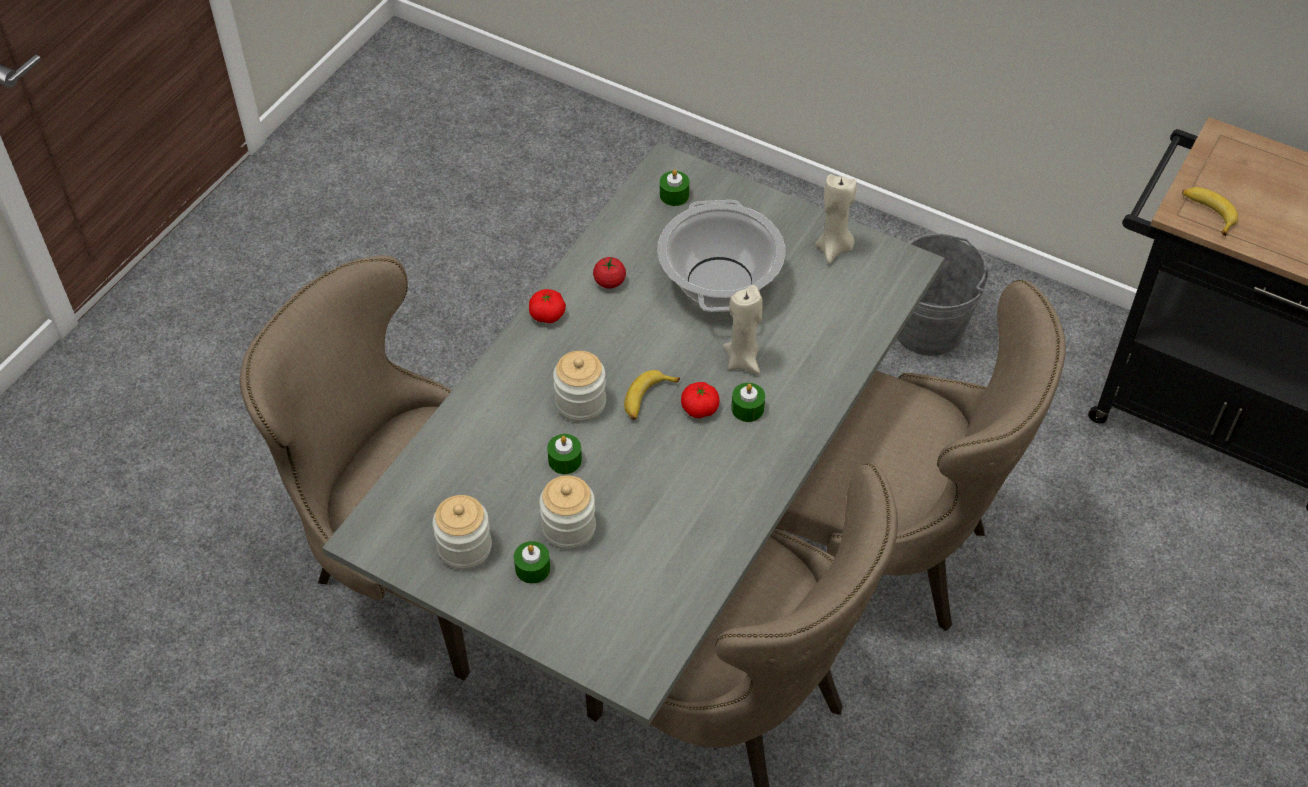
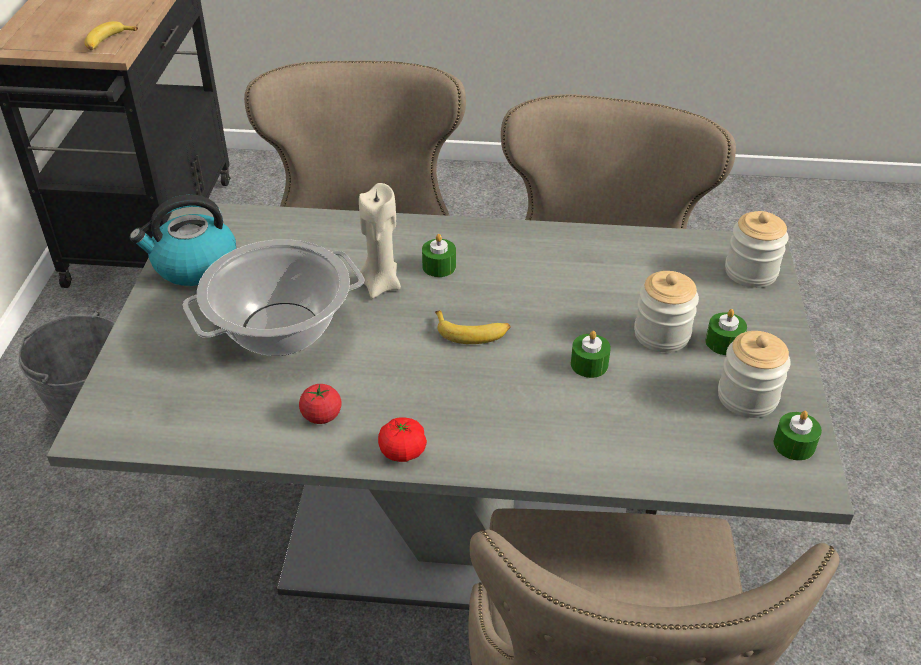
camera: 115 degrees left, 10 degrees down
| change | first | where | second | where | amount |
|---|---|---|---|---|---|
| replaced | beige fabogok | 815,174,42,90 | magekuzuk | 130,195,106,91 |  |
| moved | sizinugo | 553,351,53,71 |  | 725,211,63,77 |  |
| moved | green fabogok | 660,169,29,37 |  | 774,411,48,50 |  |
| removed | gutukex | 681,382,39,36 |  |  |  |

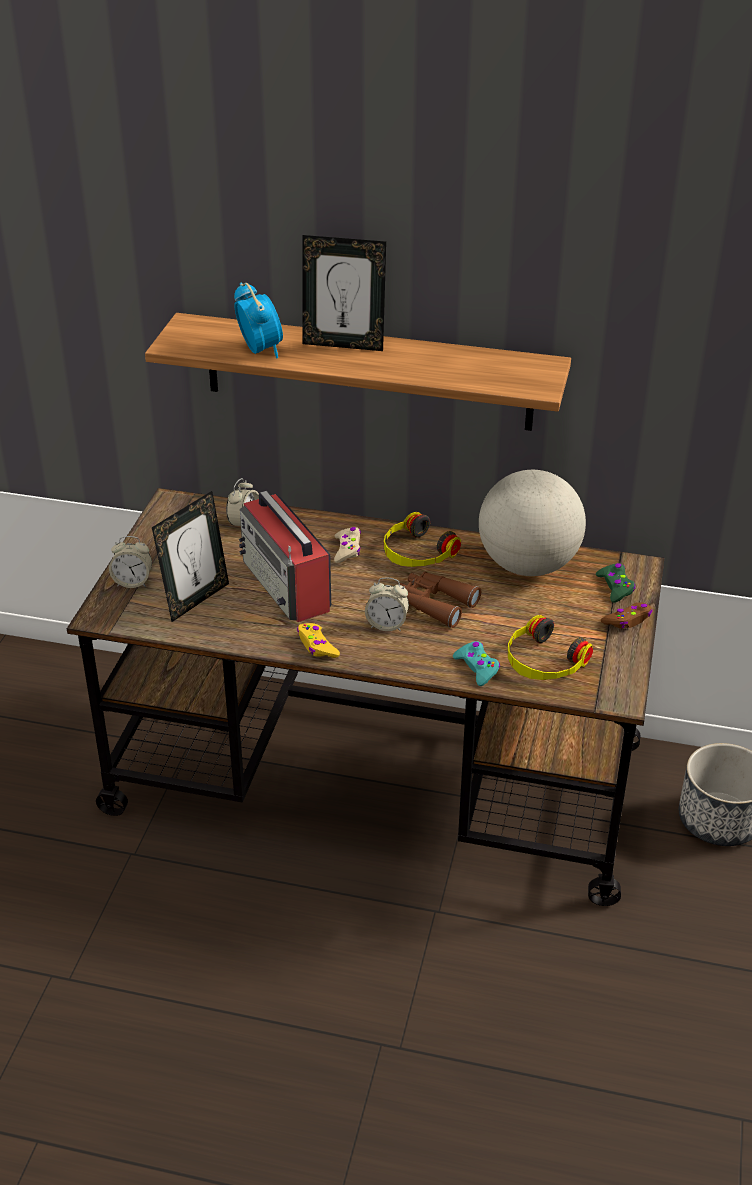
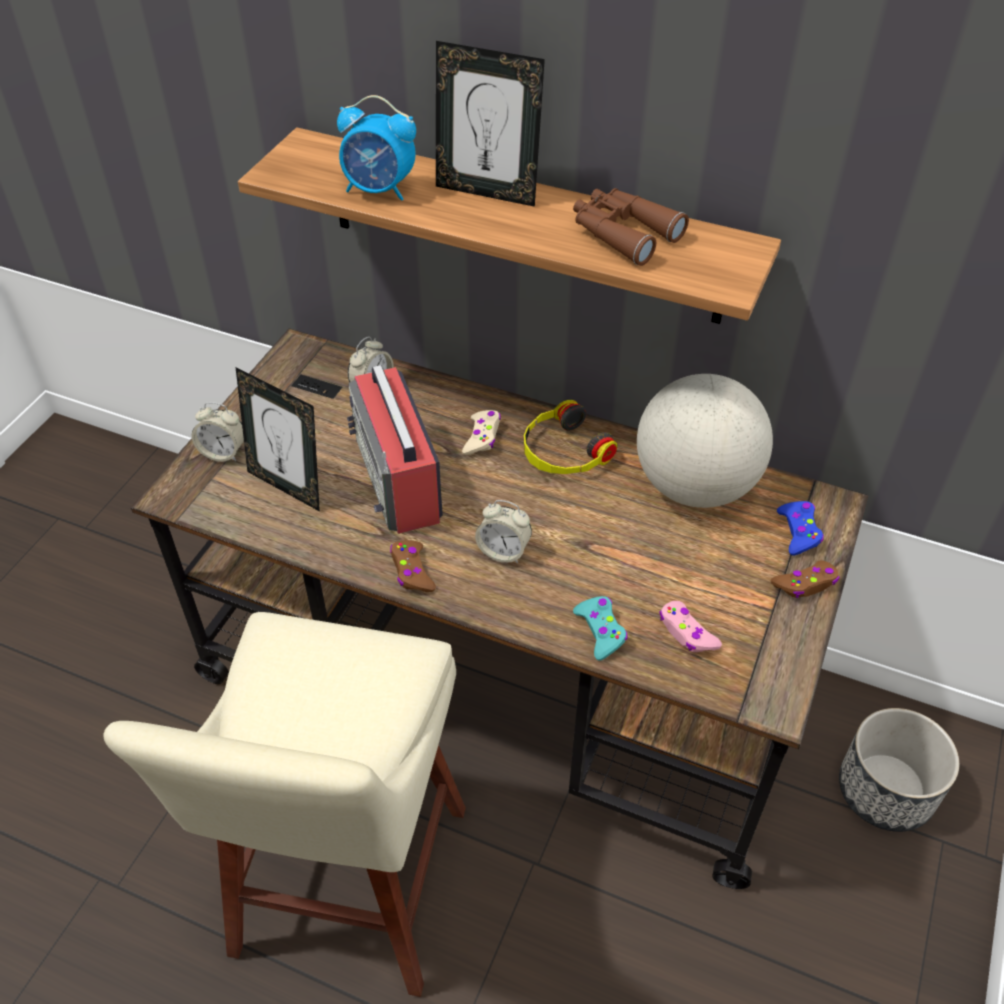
camera: 10 degrees right, 10 degrees up
| change | first | where | second | where | amount |
|---|---|---|---|---|---|
| added |  |  | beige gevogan | 103,612,363,385 |  |
| turned | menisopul | 152,491,77,131 |  | 236,367,84,145 | 75 degrees clockwise |
| turned | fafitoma | 234,283,49,76 |  | 337,95,79,106 | 120 degrees clockwise |
| recoloured | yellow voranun | 297,623,43,35 | brown voranun | 390,540,46,52 |  |
| moved | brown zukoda | 400,572,81,56 |  | 573,188,116,78 |  |
| replaced | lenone | 508,615,85,65 | pink voranun | 659,601,63,51 |  |
| recoloured | green voranun | 596,563,40,40 | blue voranun | 777,501,47,54 |  |

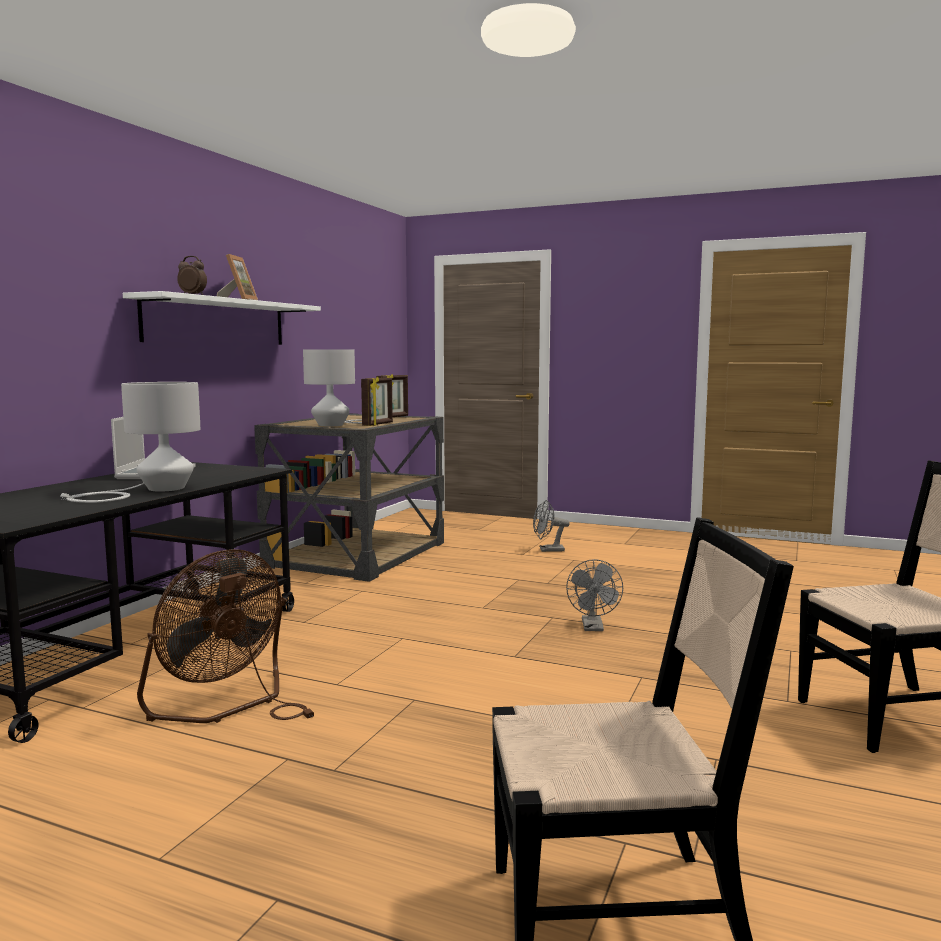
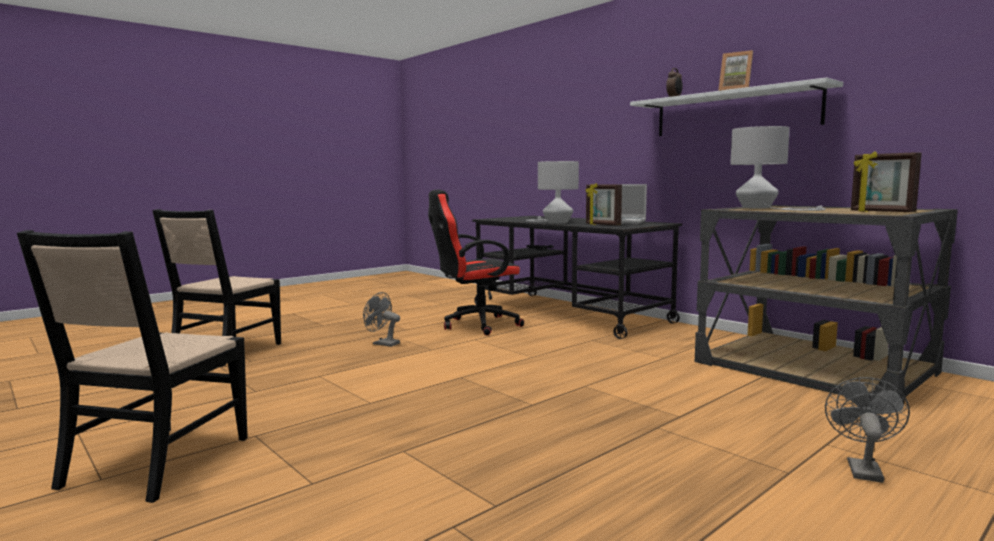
camera: 115 degrees right, 0 degrees up
| change | first | where | second | where | amount |
|---|---|---|---|---|---|
| moved | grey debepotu | 566,559,57,72 |  | 363,292,37,55 |  |
| replaced | brown debepotu | 137,549,177,174 | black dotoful | 428,190,96,145 |  |
| moved | menisopul | 361,377,32,49 |  | 586,183,36,42 |  |

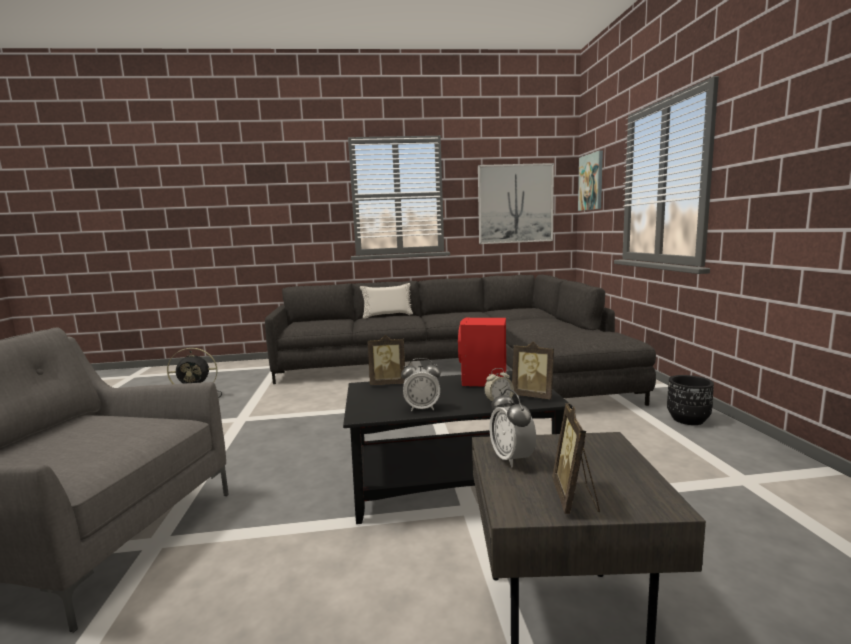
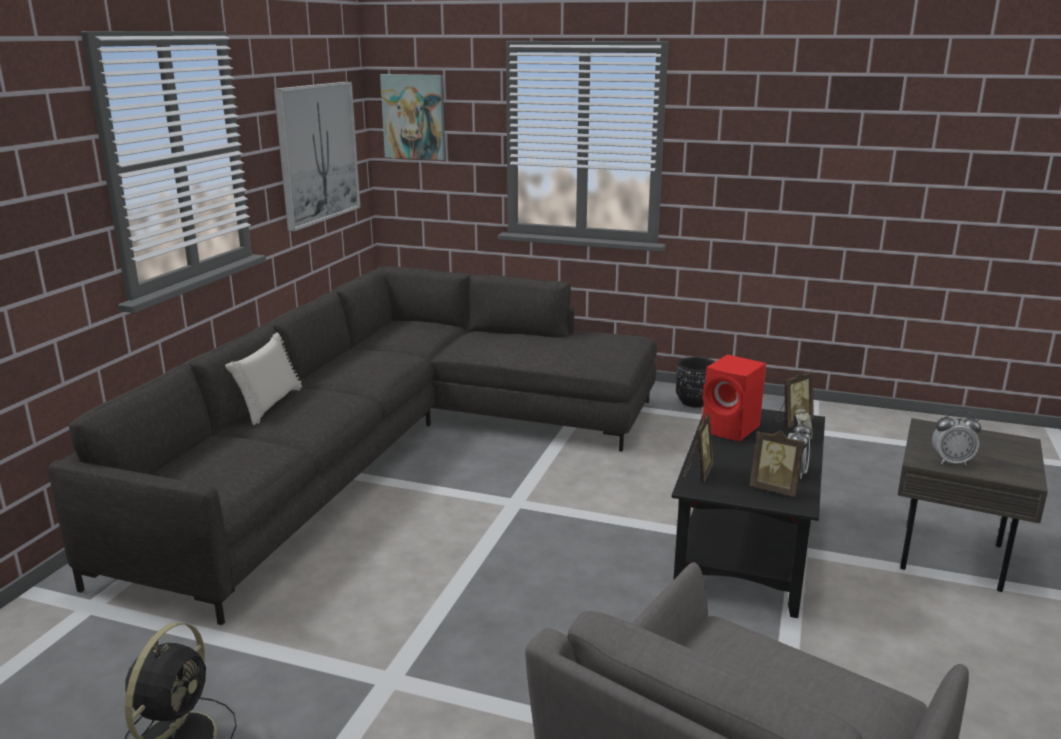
camera: 65 degrees left, 10 degrees up
| change | first | where | second | where | amount |
|---|---|---|---|---|---|
| moved | menisopul | 552,403,48,111 |  | 750,430,55,67 |  |

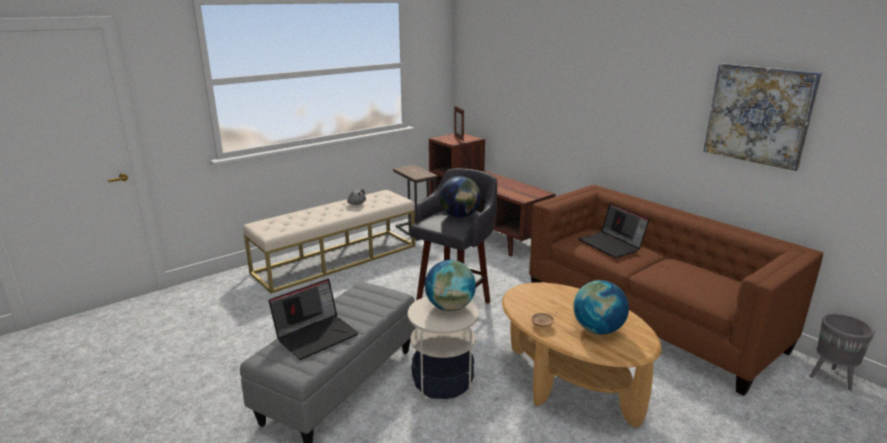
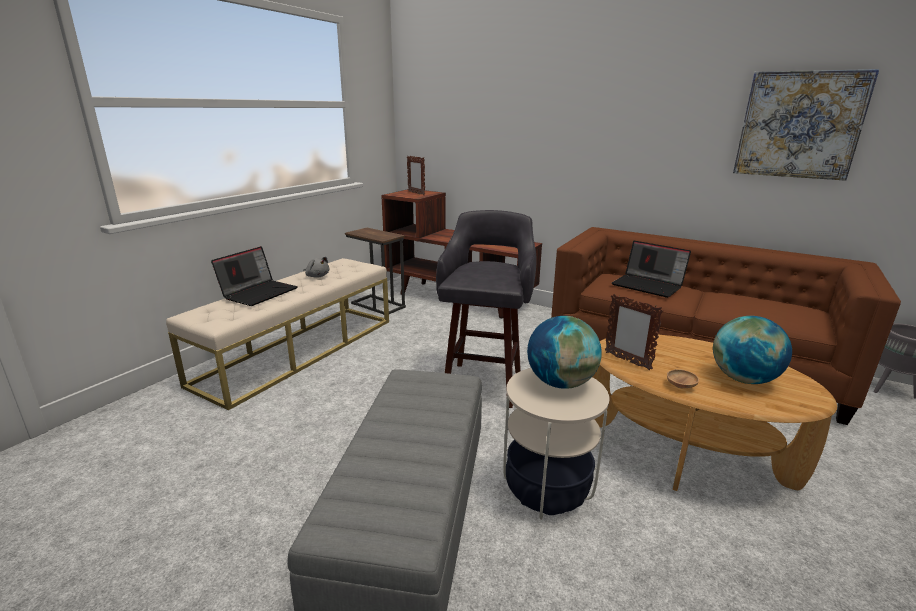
camera: 20 degrees left, 0 degrees up
| change | first | where | second | where | amount |
|---|---|---|---|---|---|
| moved | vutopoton | 268,279,91,81 |  | 211,246,87,60 |  |
| added |  |  | menisopul | 605,294,59,76 |  |
| removed | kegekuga | 439,176,42,42 |  |  |  |

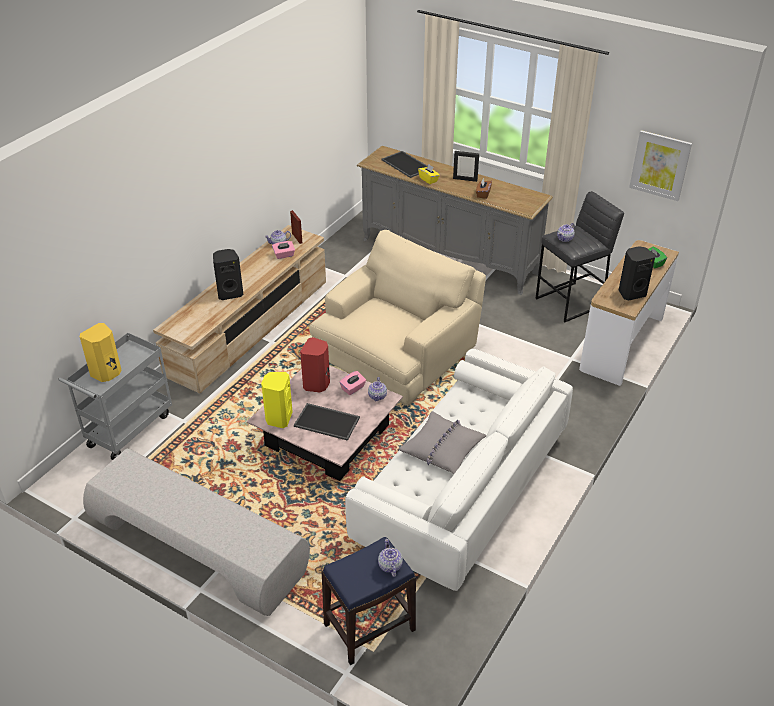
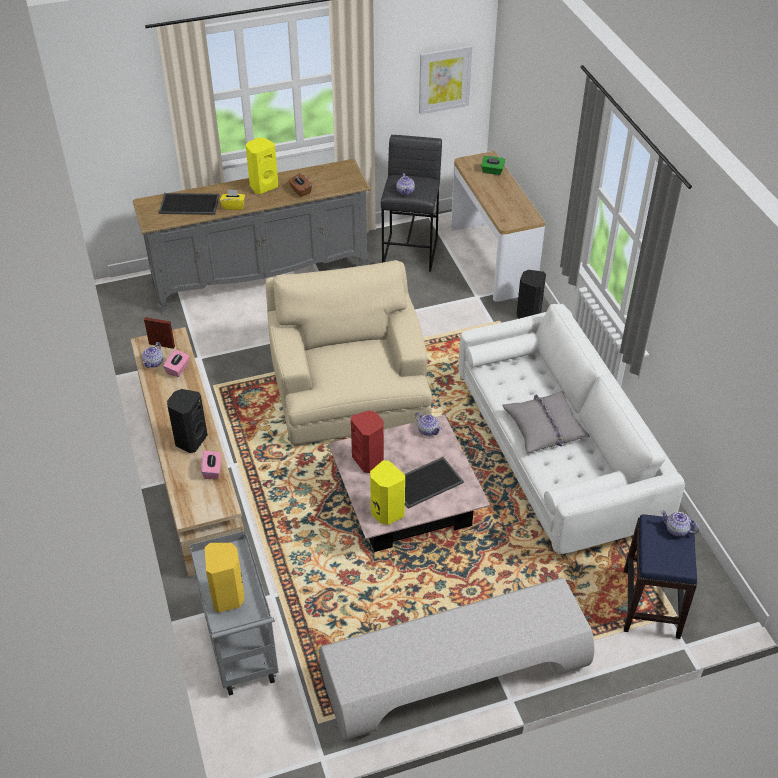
camera: 50 degrees left, 5 degrees up
| change | first | where | second | where | amount |
|---|---|---|---|---|---|
| moved | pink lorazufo | 340,371,26,24 |  | 201,450,20,29 |  |
| replaced | menisopul | 453,151,26,31 | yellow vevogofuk | 246,138,32,56 |  |
| moved | black vevogofuk | 619,246,37,55 |  | 516,270,30,49 |  |

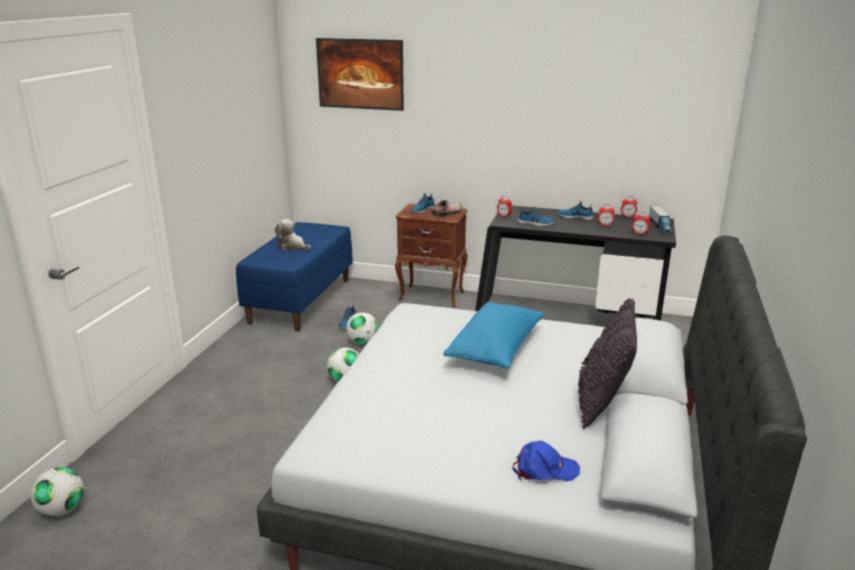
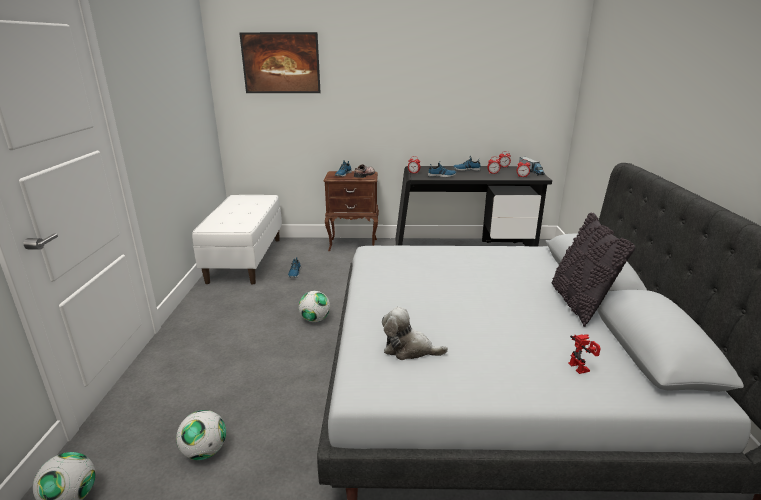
camera: 15 degrees left, 0 degrees up
| change | first | where | second | where | amount |
|---|---|---|---|---|---|
| moved | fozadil | 346,312,32,33 |  | 176,410,50,50 |  |
| recoloured | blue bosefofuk | 236,222,117,109 | white bosefofuk | 192,195,90,89 |  |
| moved | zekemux | 275,219,36,31 |  | 382,307,66,53 |  |
| replaced | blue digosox | 512,441,68,40 | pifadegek | 568,334,33,40 |  |
| removed | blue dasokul | 443,302,102,67 |  |  |  |

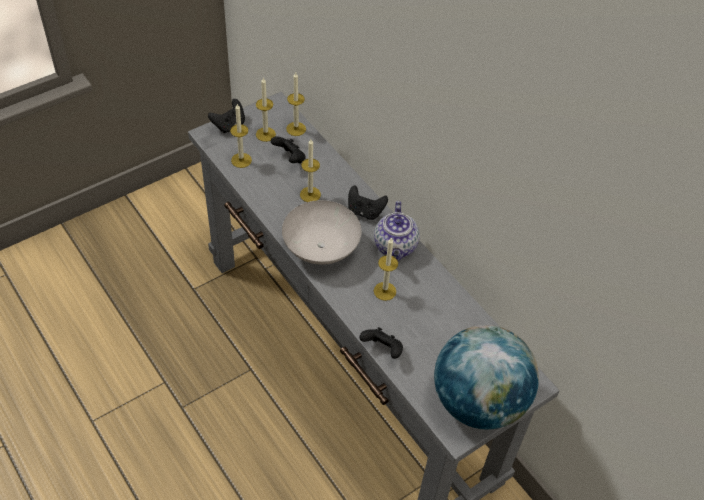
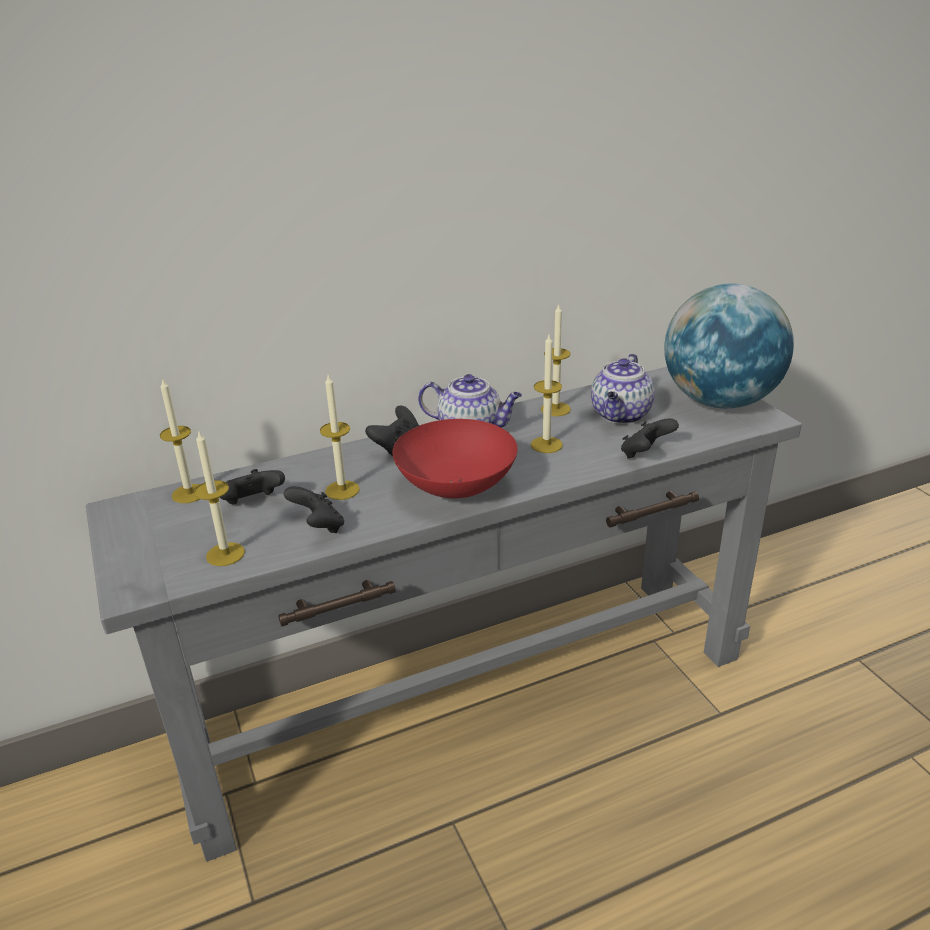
camera: 75 degrees left, 20 degrees down
| change | first | where | second | where | amount |
|---|---|---|---|---|---|
| moved | black voranun | 208,99,37,34 |  | 284,486,60,47 |  |
| recoloured | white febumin | 282,200,80,65 | red febumin | 392,419,126,80 |  |
| moved | fabogok | 256,77,20,65 |  | 541,304,30,112 |  |
| added |  |  | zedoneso | 591,354,64,70 |  |

